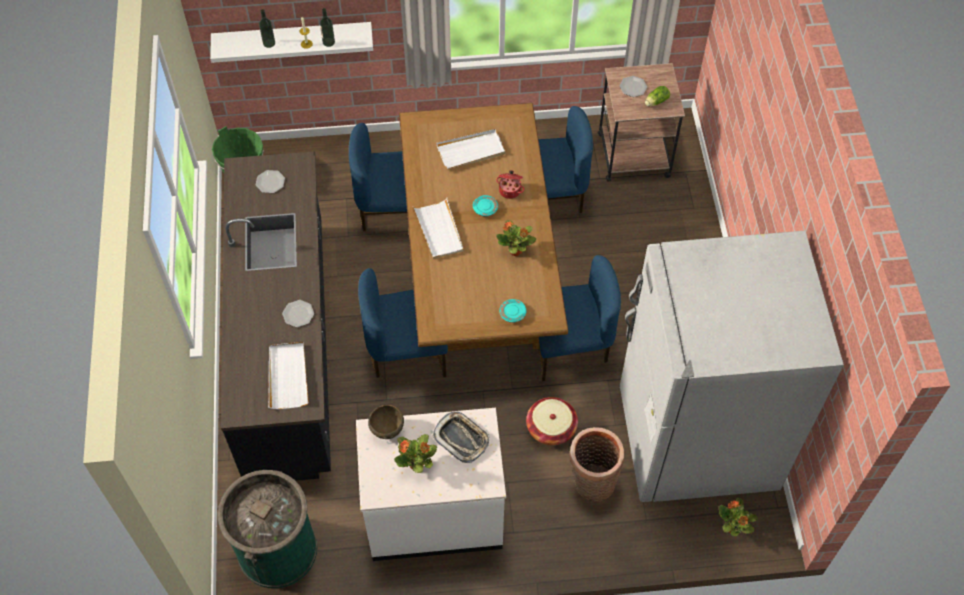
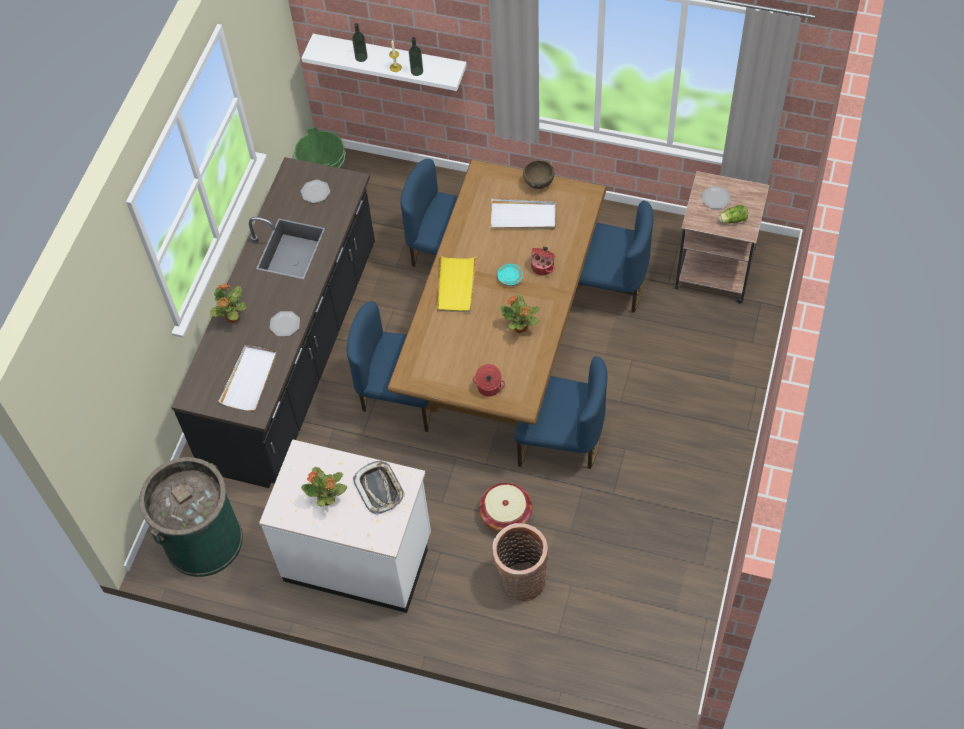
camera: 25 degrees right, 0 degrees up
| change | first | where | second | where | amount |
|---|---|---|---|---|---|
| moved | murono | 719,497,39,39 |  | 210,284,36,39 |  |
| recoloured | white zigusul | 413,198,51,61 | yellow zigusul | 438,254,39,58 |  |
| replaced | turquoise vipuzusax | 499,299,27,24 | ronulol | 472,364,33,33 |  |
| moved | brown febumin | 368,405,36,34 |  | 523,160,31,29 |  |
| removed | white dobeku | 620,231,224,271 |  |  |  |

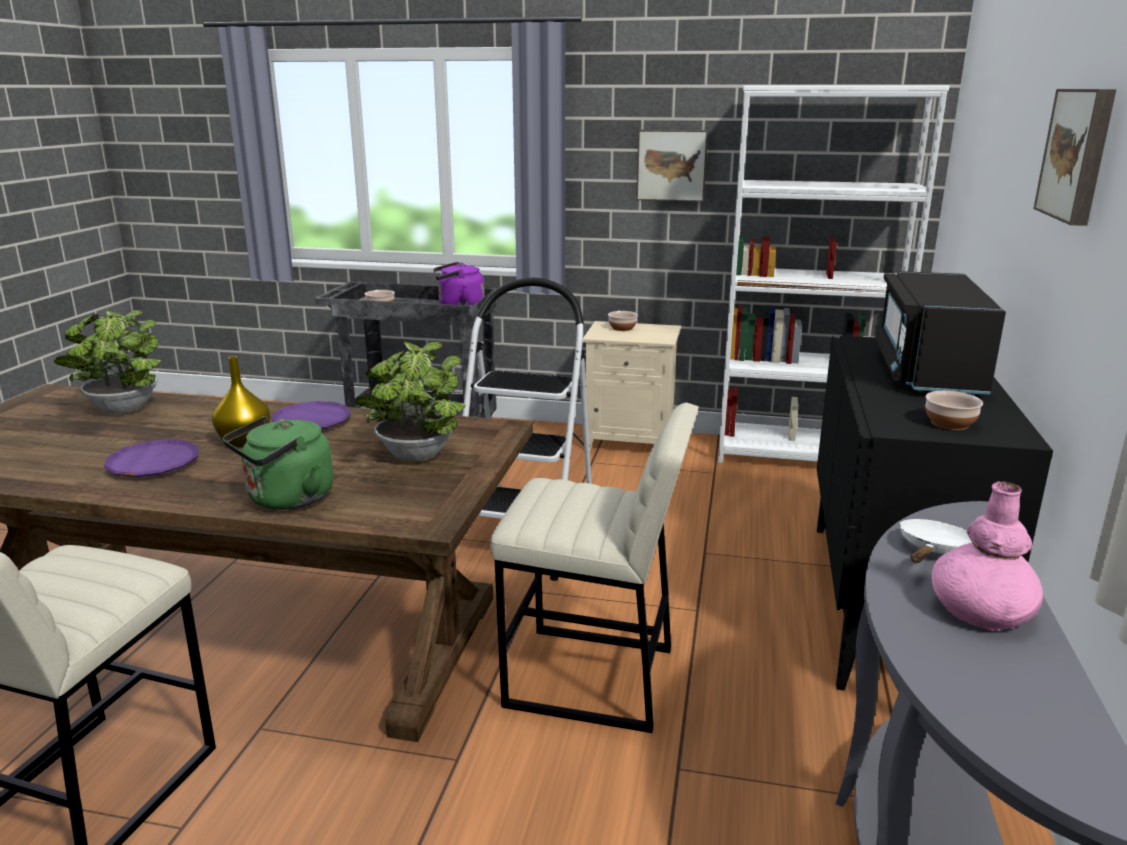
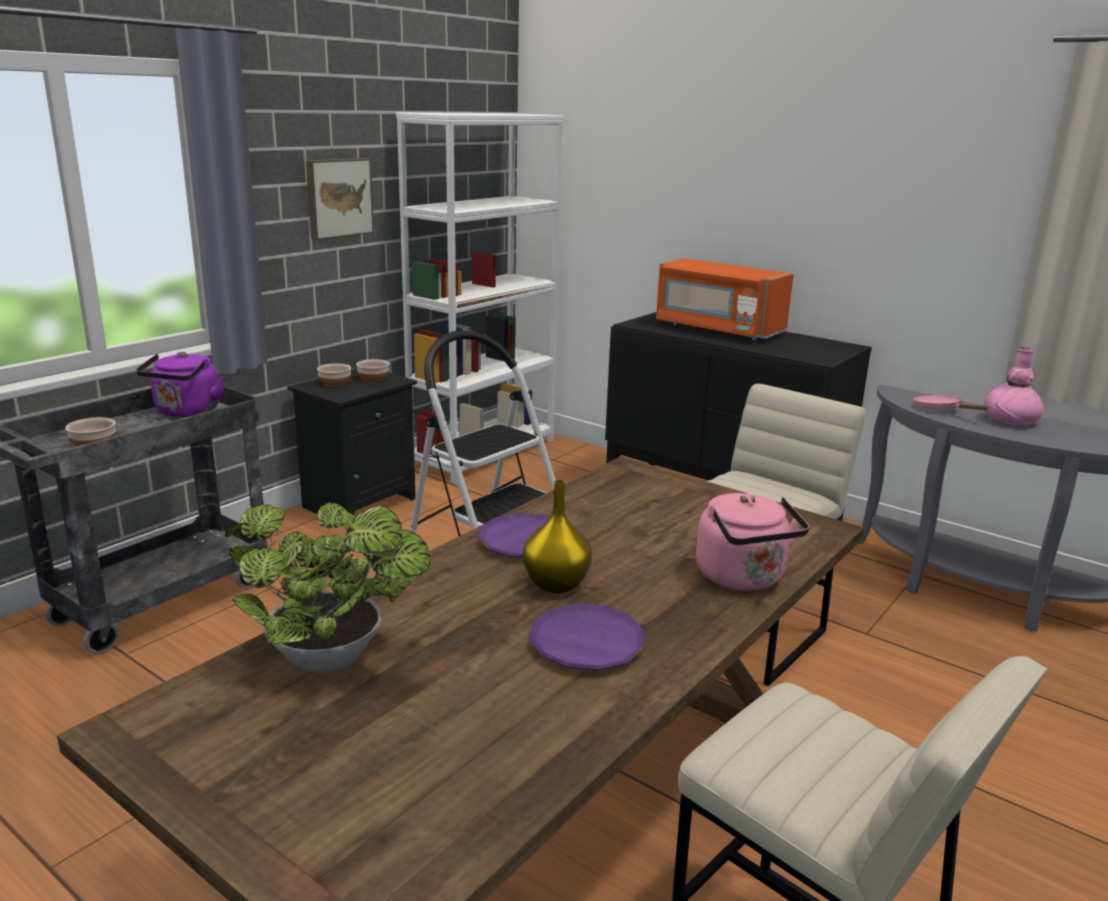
camera: 65 degrees left, 0 degrees up
| change | first | where | second | where | amount |
|---|---|---|---|---|---|
| recoloured | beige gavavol | 583,321,98,130 | black gavavol | 287,368,130,147 |  |
| moved | febumin | 925,391,58,39 |  | 356,359,34,23 |  |
| recoloured | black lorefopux | 875,271,131,124 | orange lorefopux | 656,258,138,83 |  |
| recoloured | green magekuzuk | 223,416,111,94 | pink magekuzuk | 696,493,114,98 |  |
| recoloured | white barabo | 900,519,72,44 | pink barabo | 914,395,75,15 |  |
| removed | murono | 355,341,110,120 |  |  |  |
| removed | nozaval | 1033,89,84,137 |  |  |  |

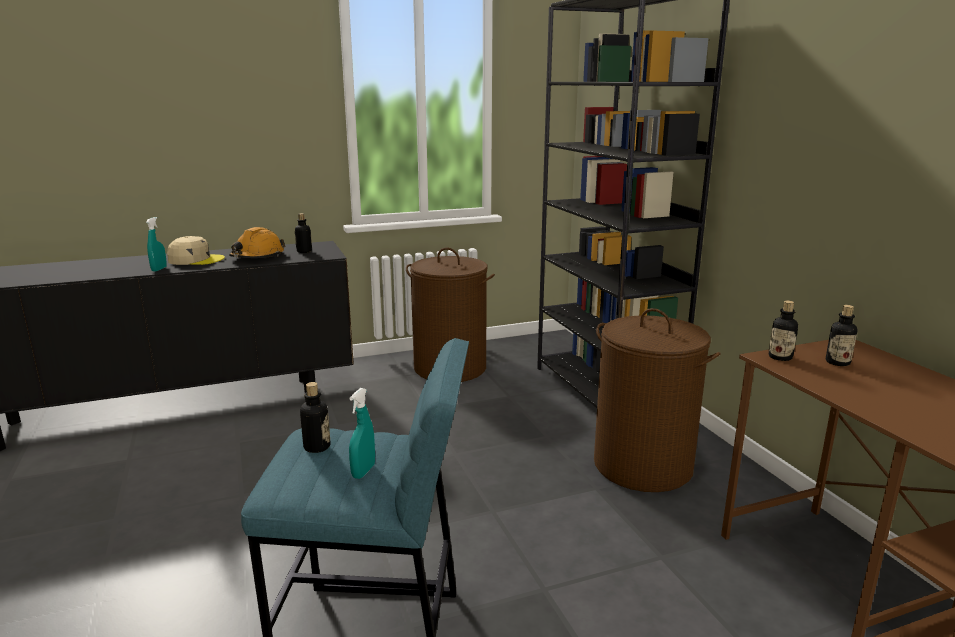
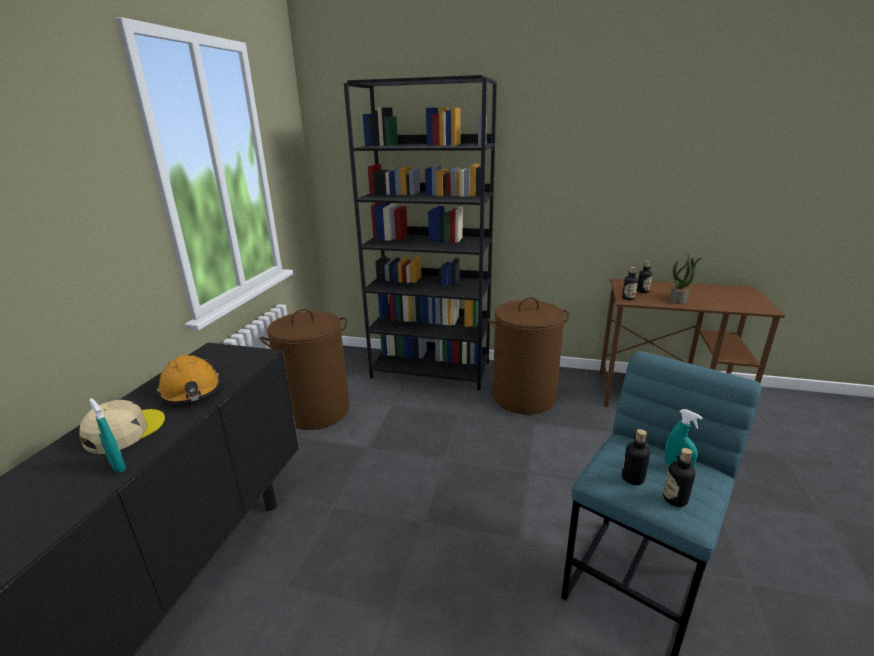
camera: 55 degrees left, 5 degrees up
| change | first | where | second | where | amount |
|---|---|---|---|---|---|
| moved | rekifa | 295,213,17,40 |  | 663,448,32,59 |  |
| added |  |  | murono | 669,253,34,51 |  |

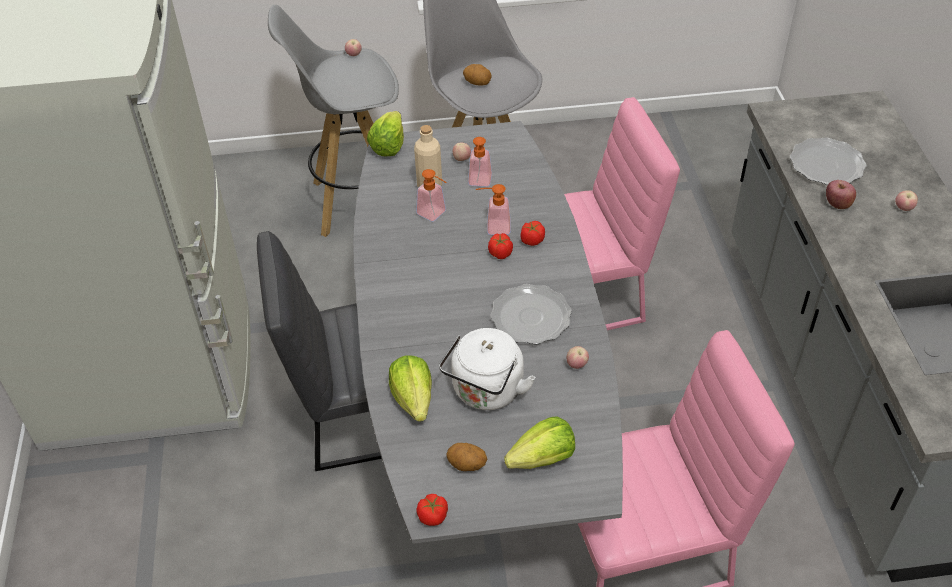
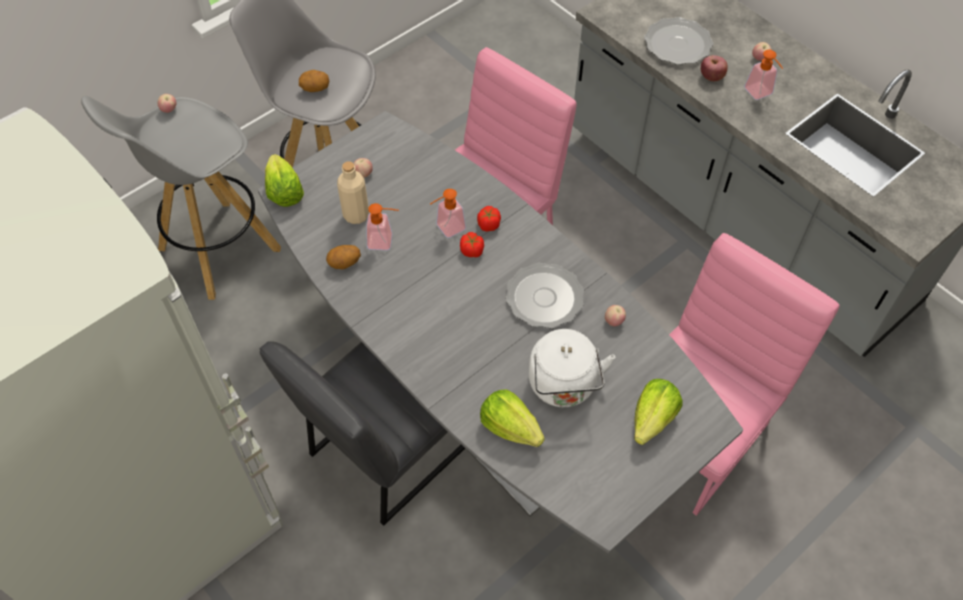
camera: 35 degrees left, 10 degrees up
| change | first | where | second | where | amount |
|---|---|---|---|---|---|
| moved | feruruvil | 446,443,42,28 |  | 326,245,35,24 |  |
| moved | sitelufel | 468,137,24,50 |  | 744,50,39,50 |  |
| removed | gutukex | 416,494,32,32 |  |  |  |

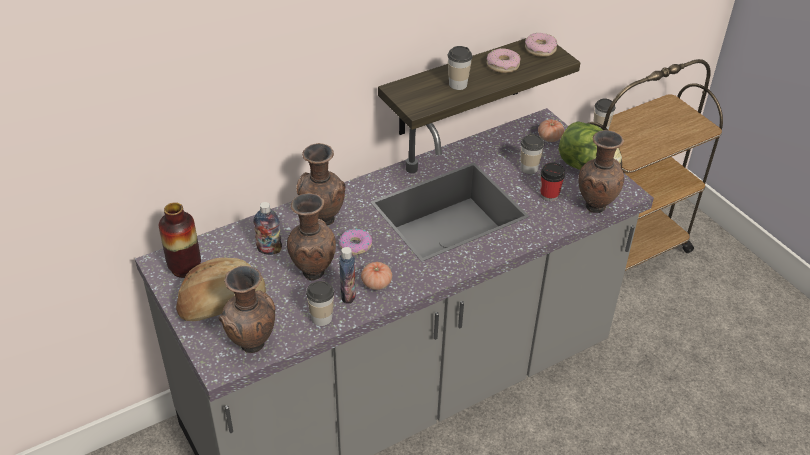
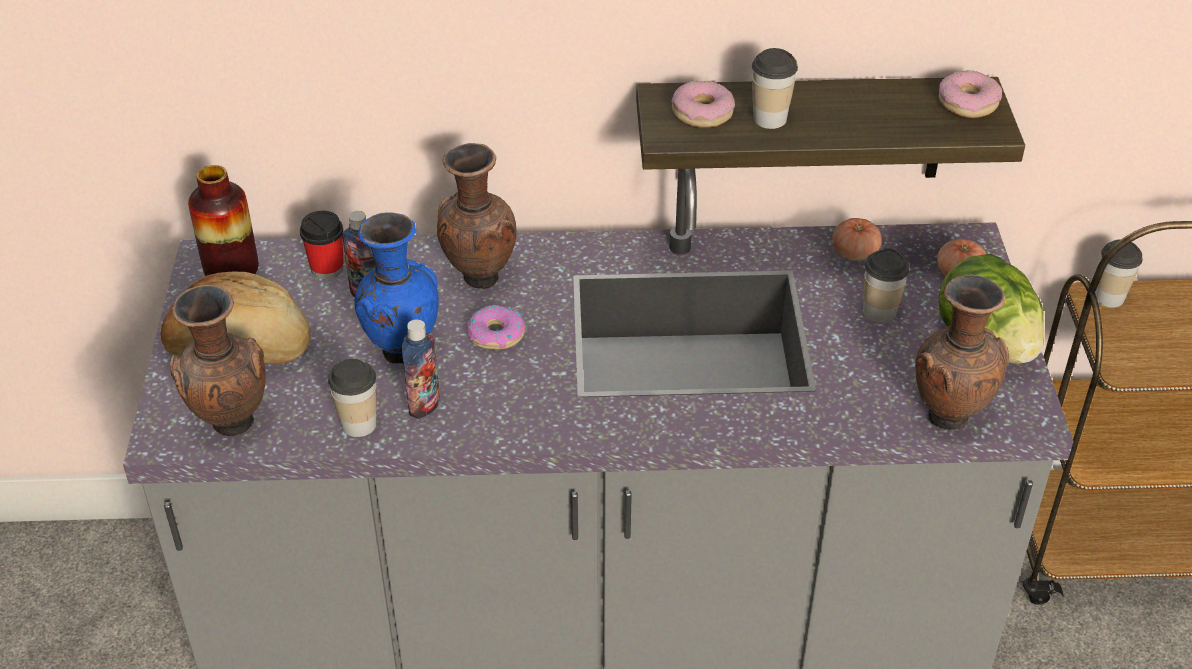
camera: 30 degrees right, 0 degrees up
| change | first | where | second | where | amount |
|---|---|---|---|---|---|
| moved | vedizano | 540,163,25,38 |  | 300,211,44,68 |  |
| recoloured | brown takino | 287,193,49,88 | blue takino | 354,212,85,152 |  |
| moved | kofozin | 487,48,33,25 |  | 671,81,64,47 |  |
| moved | gutukex | 361,262,31,28 |  | 832,218,50,43 |  |

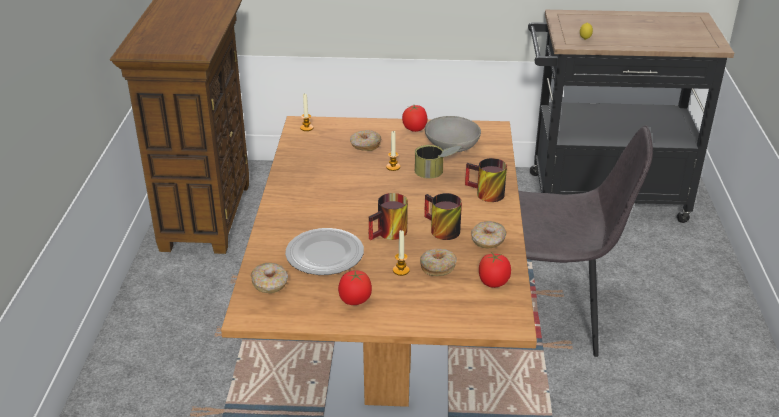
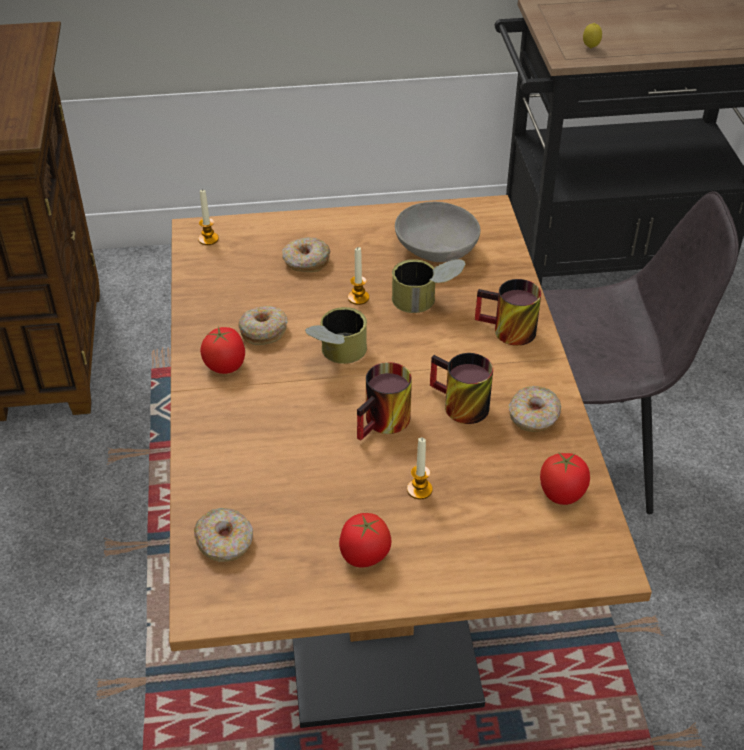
camera: 10 degrees left, 10 degrees up
| change | first | where | second | where | amount |
|---|---|---|---|---|---|
| moved | gutukex | 402,105,25,27 |  | 200,326,45,48 |  |
| moved | kofozin | 420,249,37,27 |  | 238,306,50,39 |  |
| added |  |  | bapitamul | 305,307,62,57 |  |
| removed | vipuzusax | 285,228,79,47 |  |  |  |

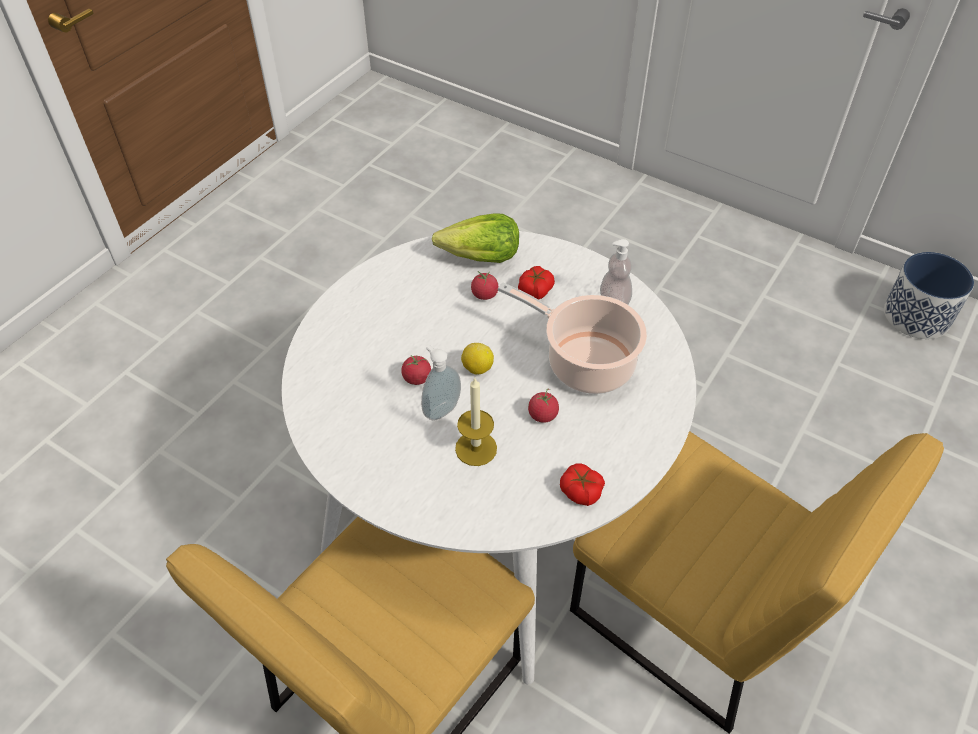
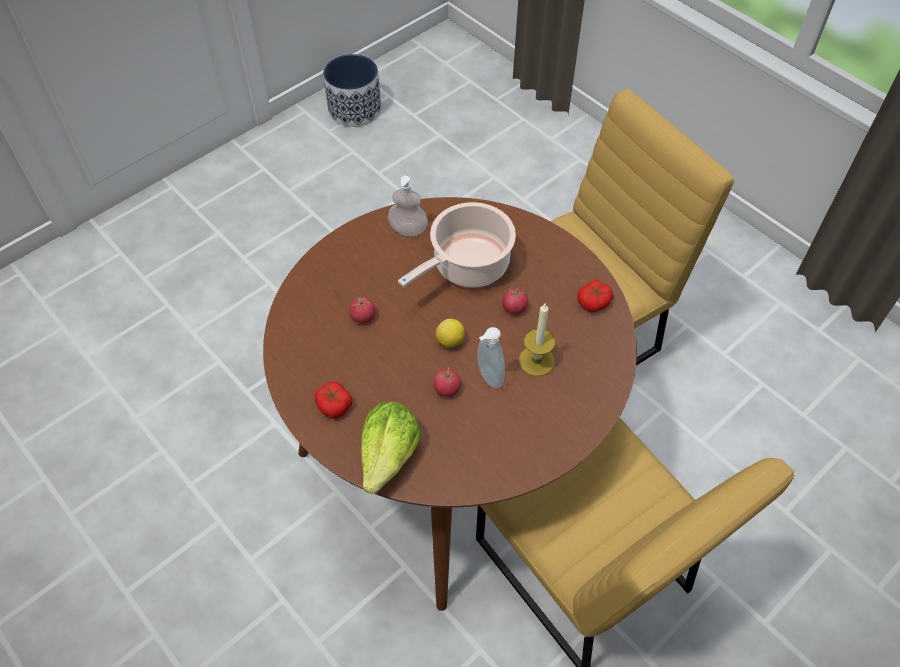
camera: 75 degrees left, 5 degrees up
| change | first | where | second | where | amount |
|---|---|---|---|---|---|
| recoloured | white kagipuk | 282,231,414,453 | brown kagipuk | 263,197,374,414 |  |
| moved | gutukex | 518,266,37,34 |  | 315,381,37,38 |  |
| moved | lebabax | 432,213,87,50 |  | 361,402,61,92 |  |

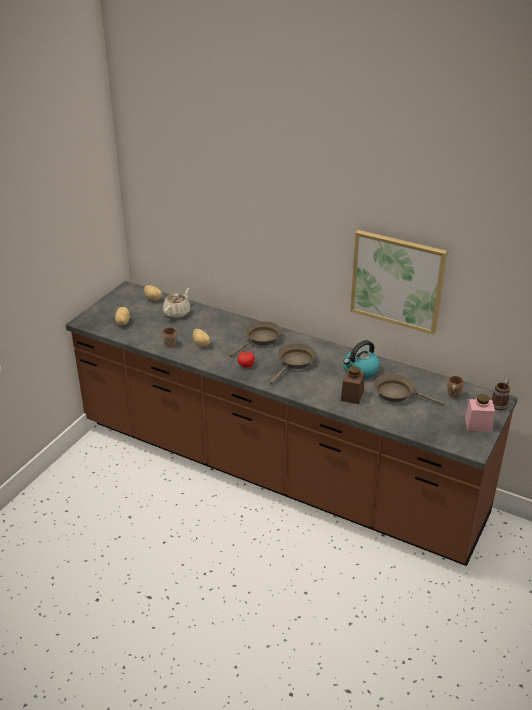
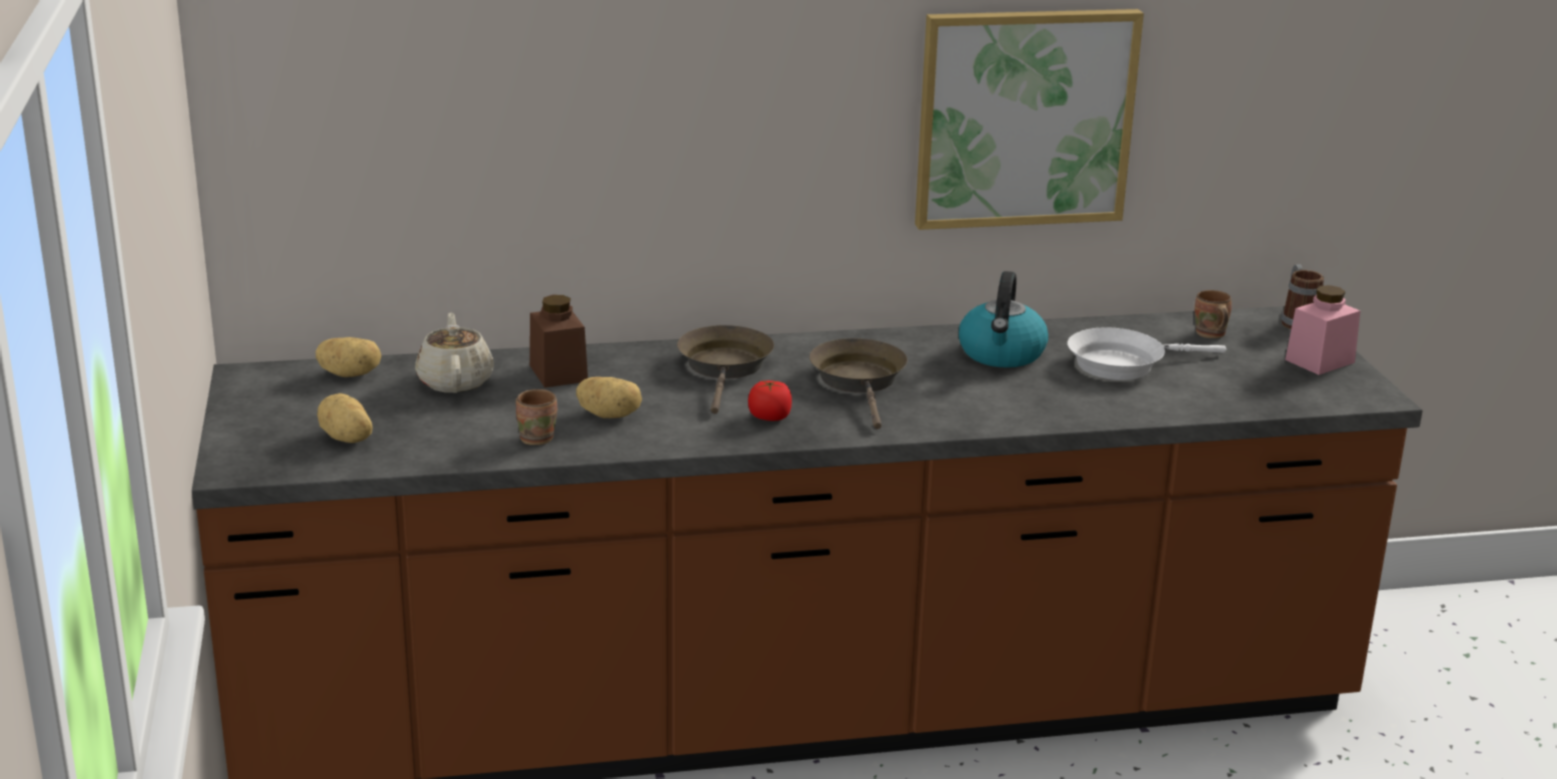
camera: 40 degrees left, 10 degrees down
| change | first | where | second | where | amount |
|---|---|---|---|---|---|
| moved | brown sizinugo | 341,366,24,38 |  | 530,295,58,93 |  |
| recoloured | brown barabo | 374,374,71,31 | white barabo | 1067,327,159,53 |  |

